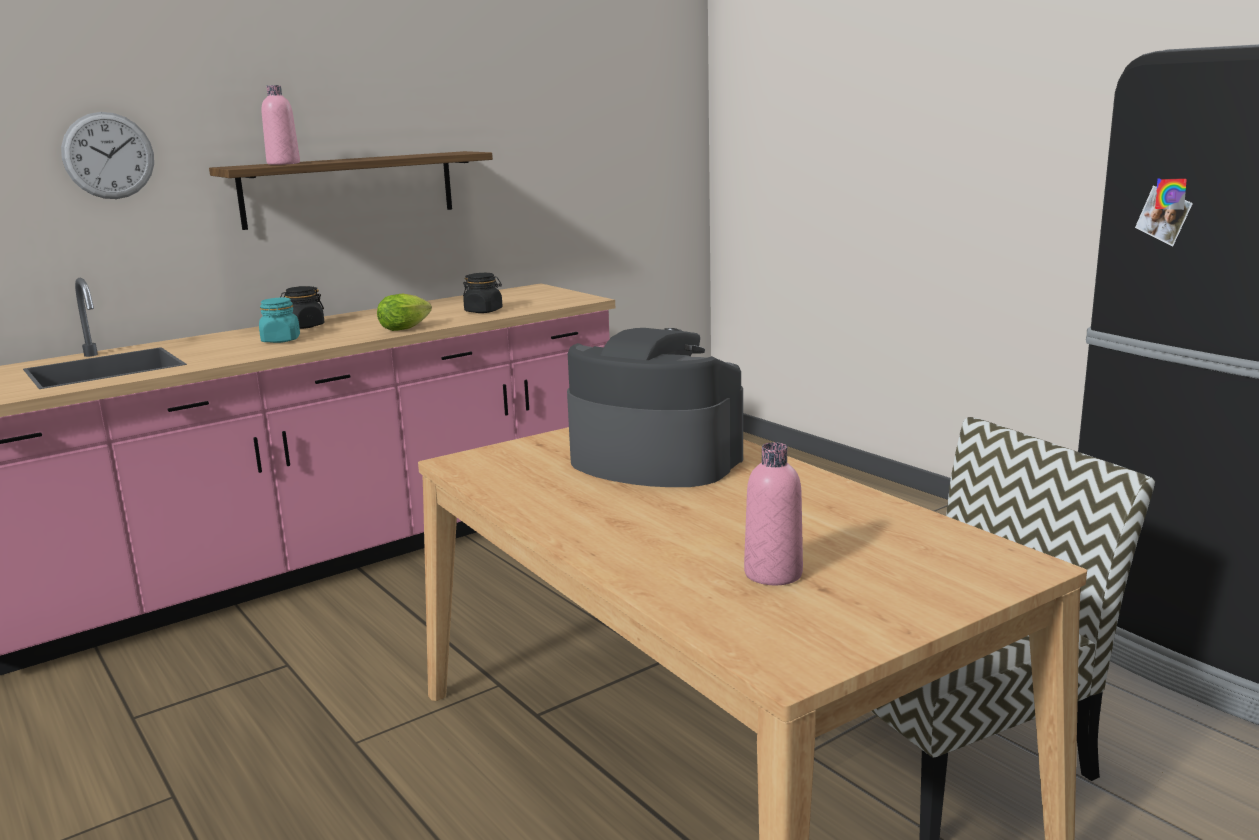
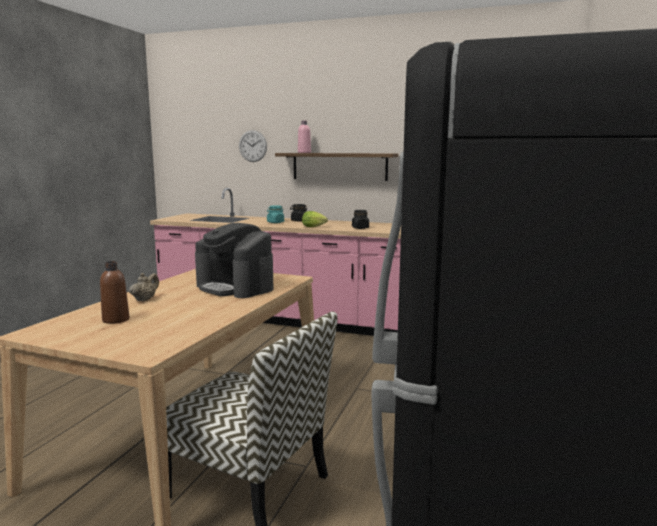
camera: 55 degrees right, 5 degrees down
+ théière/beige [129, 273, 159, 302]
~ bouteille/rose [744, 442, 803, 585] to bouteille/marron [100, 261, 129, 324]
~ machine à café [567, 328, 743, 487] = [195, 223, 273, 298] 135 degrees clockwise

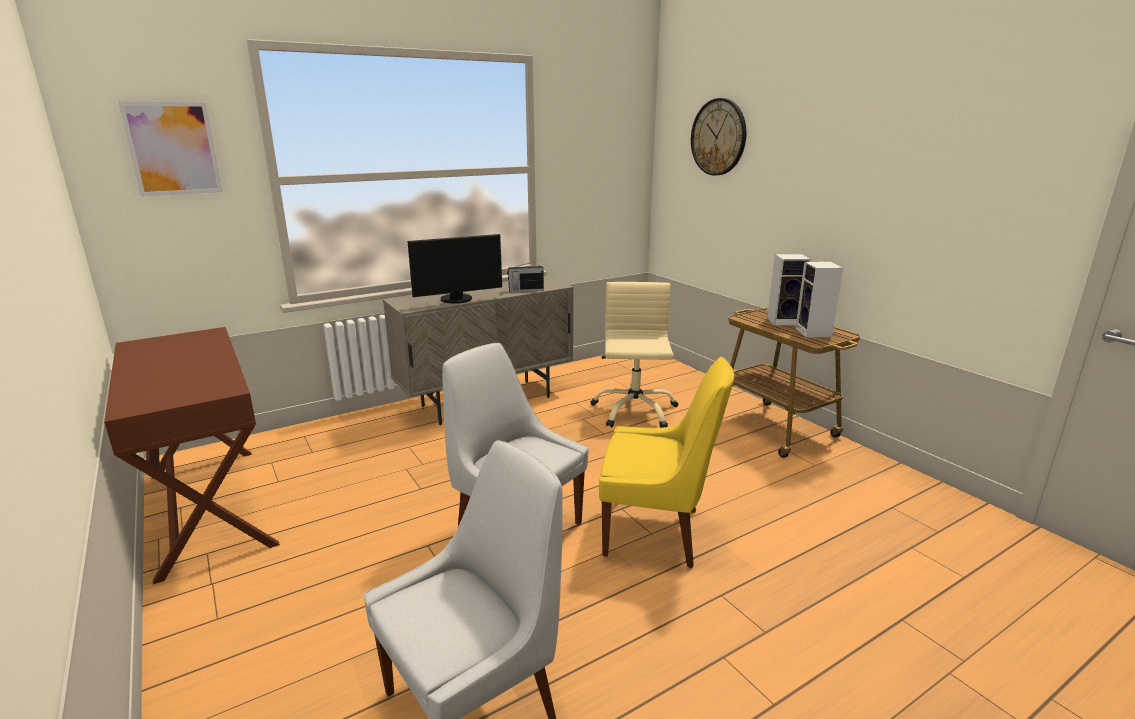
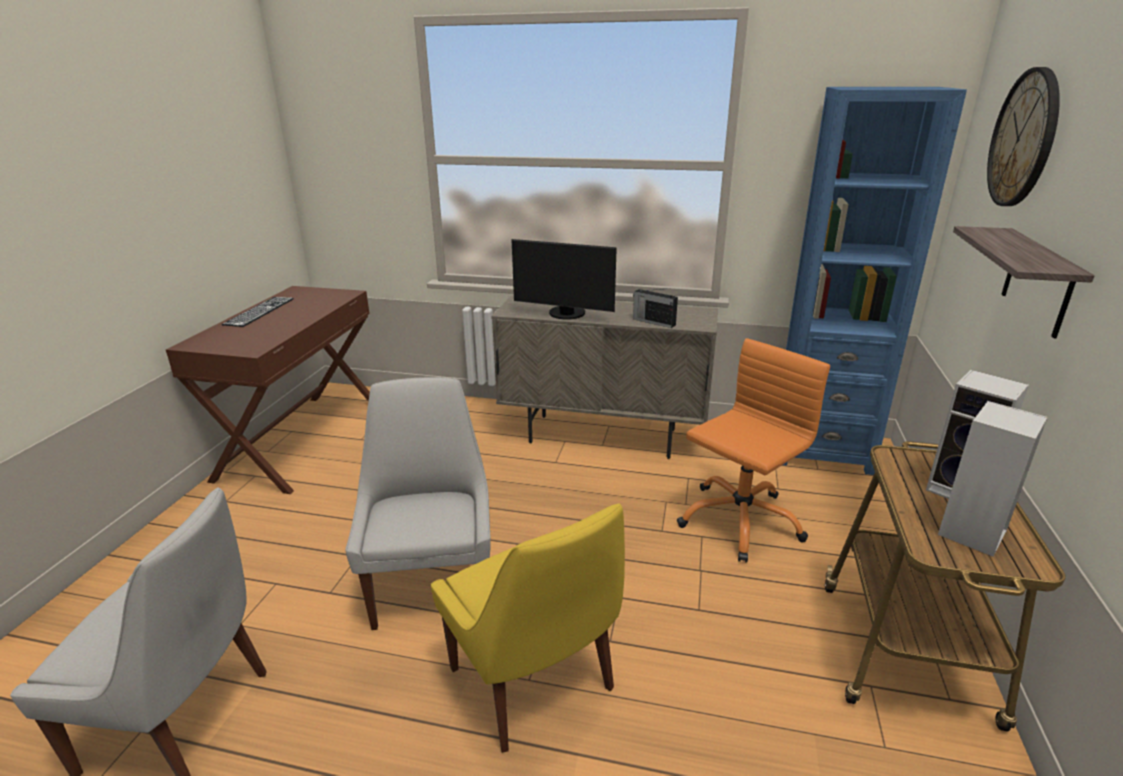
camera: 45 degrees right, 5 degrees up
- tableau [118, 101, 223, 196]
+ clavier [221, 297, 294, 327]
+ bibliothèque/bleu [783, 87, 967, 475]
+ étagère [953, 226, 1094, 338]
~ chaise de bureau/beige [591, 282, 678, 428] to chaise de bureau/orange [677, 338, 830, 562]

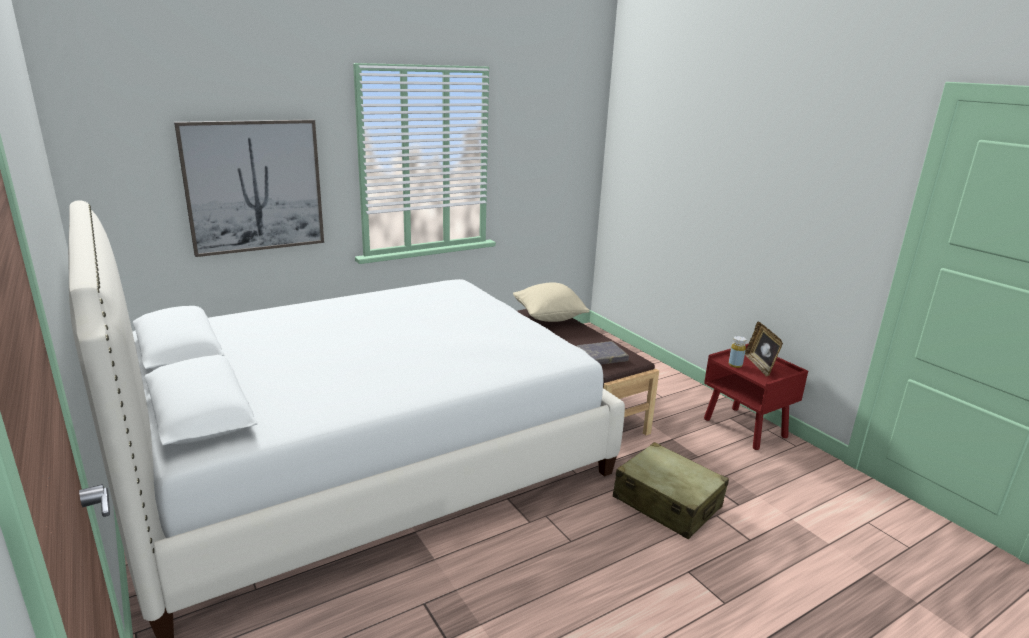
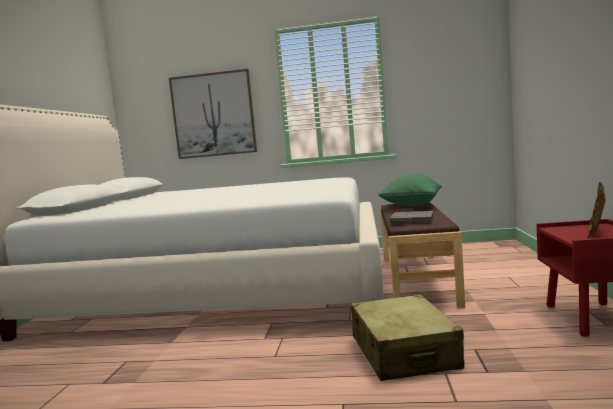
camera: 40 degrees right, 15 degrees down
- bouteille/jaune [729, 336, 746, 368]
~ coussin/beige [513, 283, 590, 322] to coussin/vert [378, 174, 442, 207]

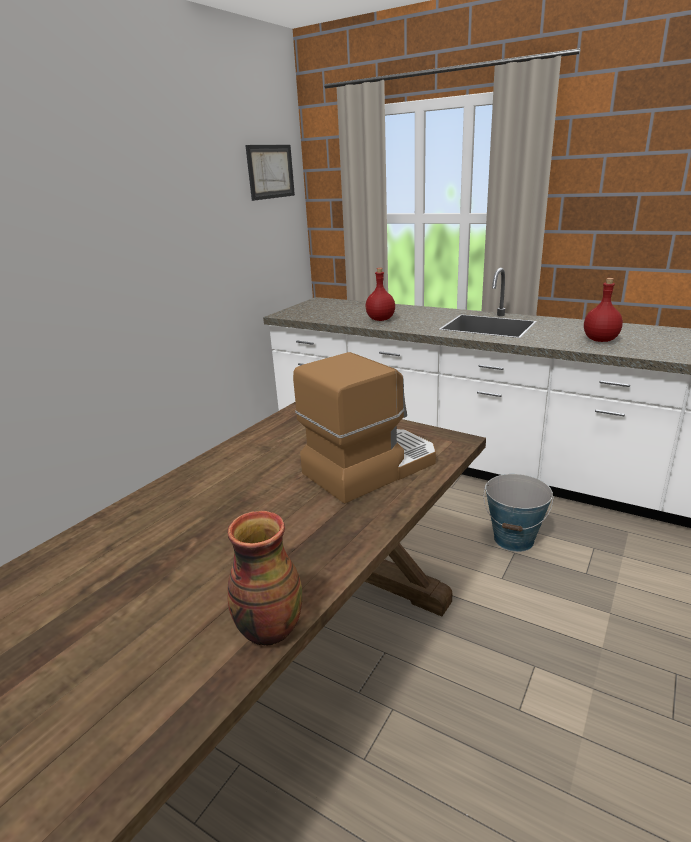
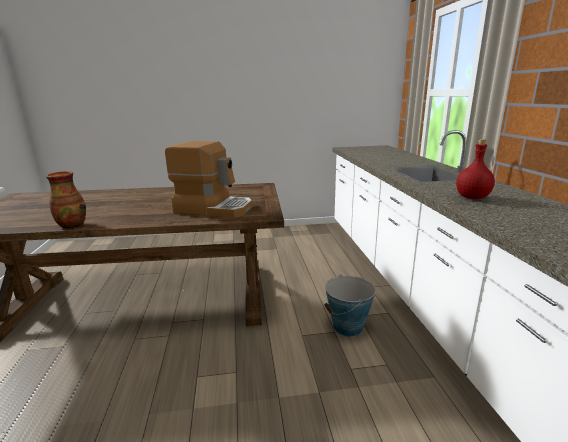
camera: 50 degrees right, 5 degrees down
- tableau [245, 145, 295, 201]
- bouteille/rouge [366, 268, 395, 321]

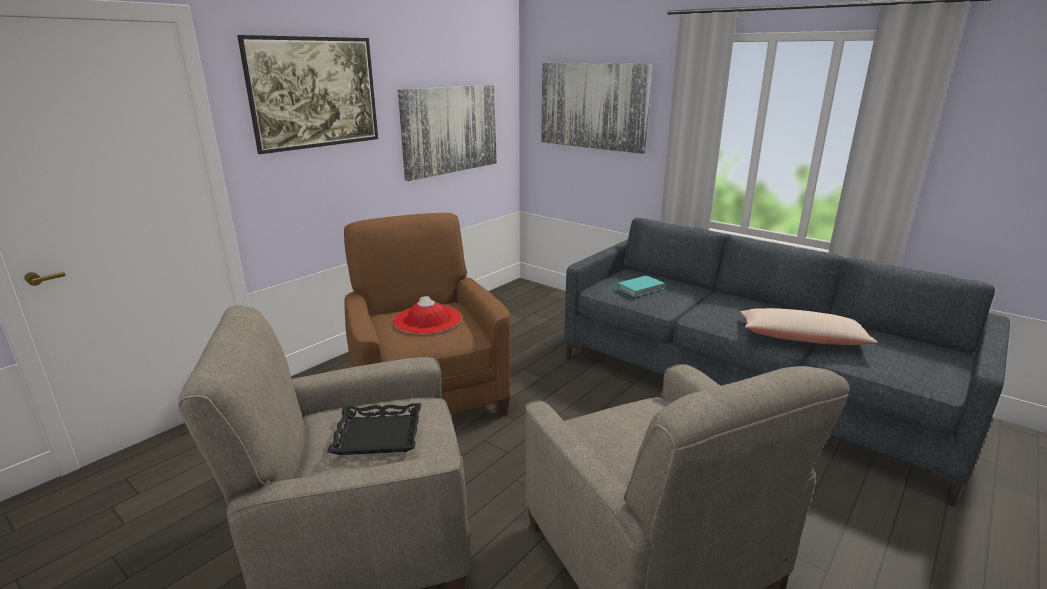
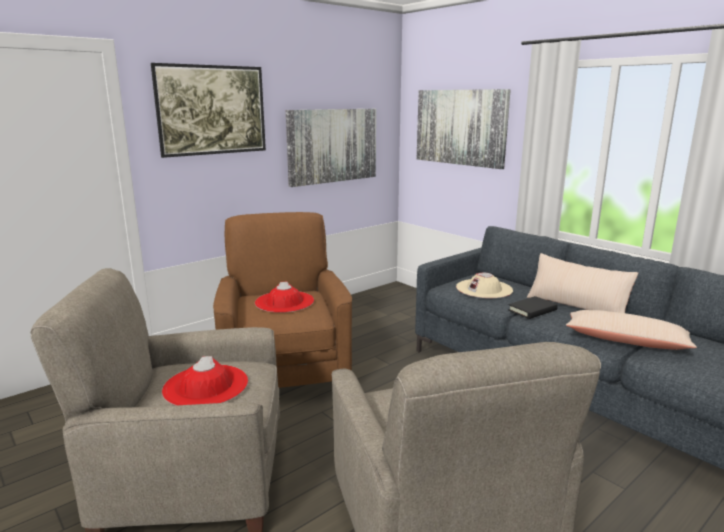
camera: 10 degrees right, 5 degrees down
+ livre/noir [508, 296, 558, 319]
+ coussin/beige [527, 253, 638, 313]
~ plateau/noir [327, 403, 421, 455] to chapeau/rouge [162, 356, 248, 406]
~ livre/turquoise [616, 275, 665, 297] to chapeau/beige [456, 272, 513, 298]

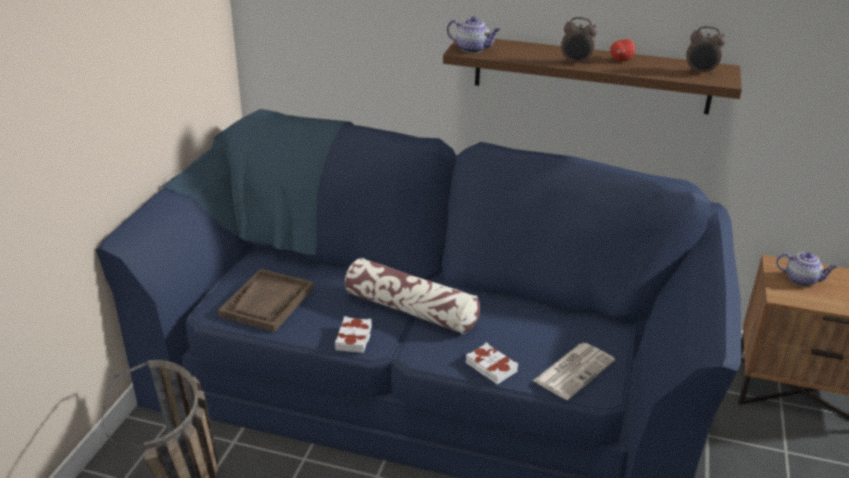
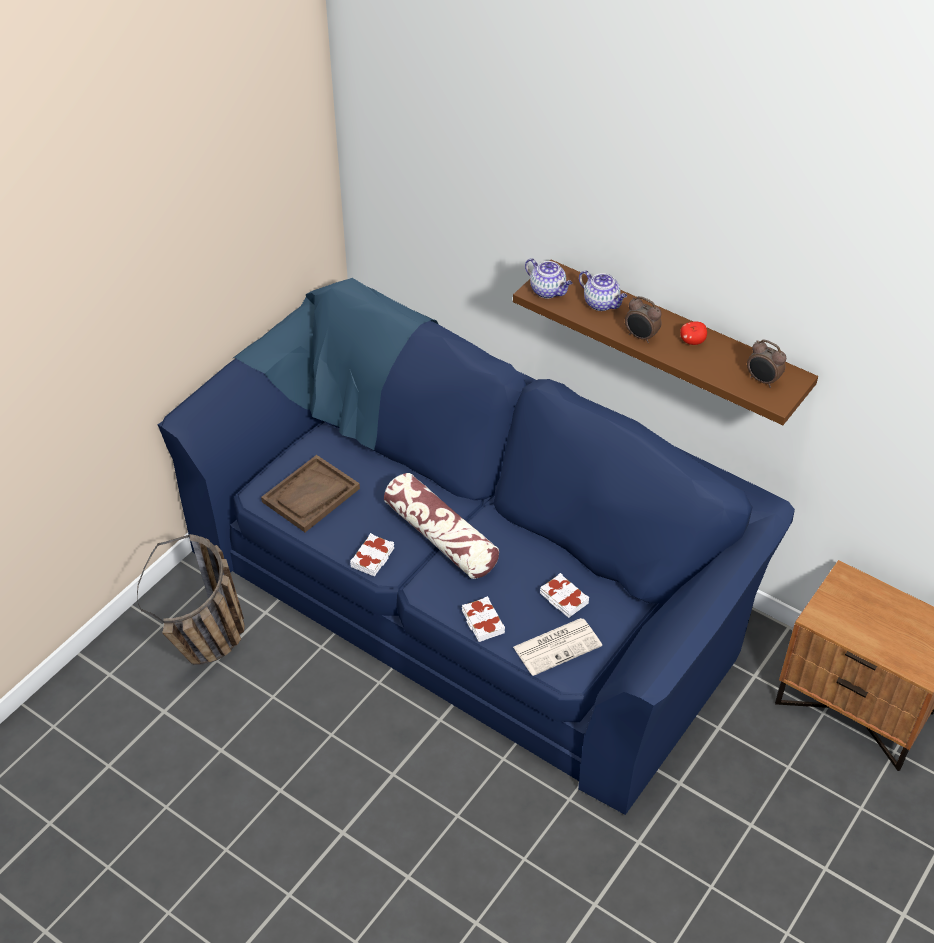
camera: 20 degrees right, 15 degrees up
+ livre/blanc [540, 573, 590, 618]
~ théière [776, 252, 837, 286] to [579, 270, 627, 311]

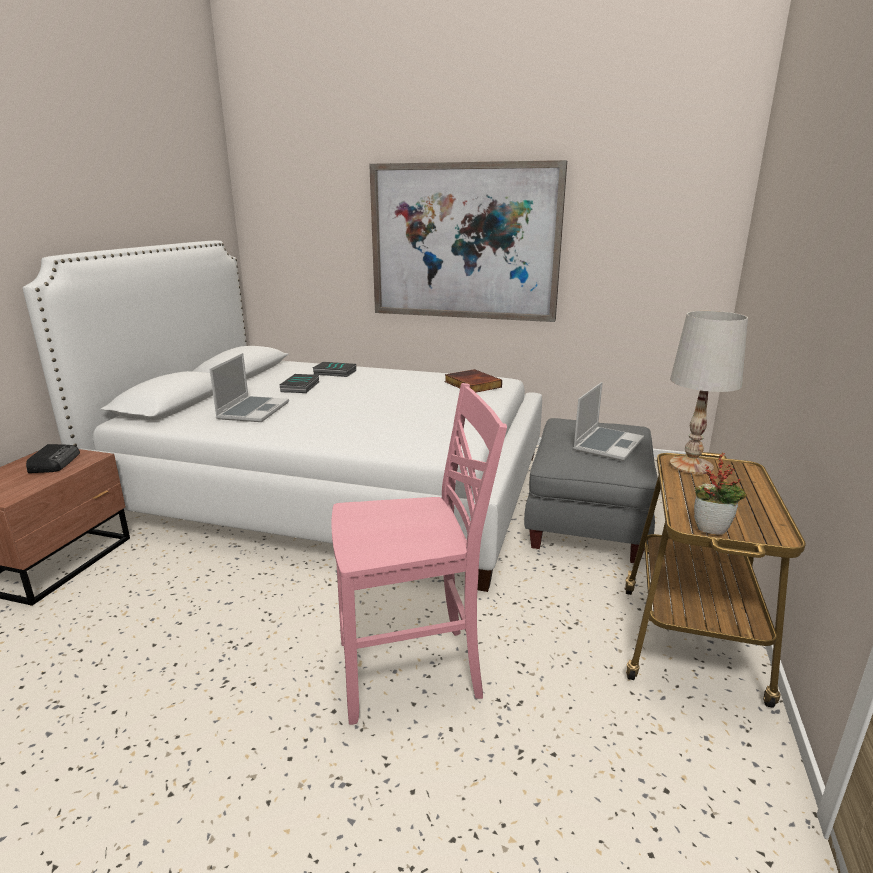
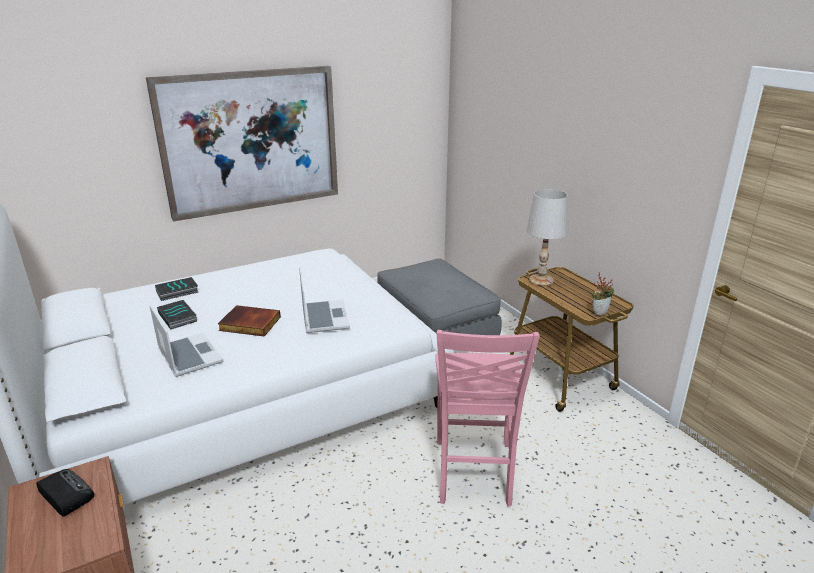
camera: 45 degrees left, 5 degrees up
~ livre [445, 369, 502, 392] to [218, 305, 281, 337]
~ ordinateur portable [573, 382, 644, 461] to [299, 267, 350, 333]
~ chaise/rose [331, 383, 507, 725] = [436, 330, 540, 507] 150 degrees clockwise

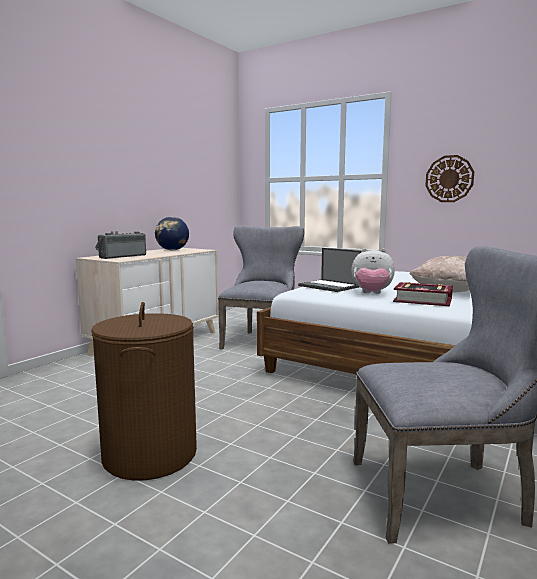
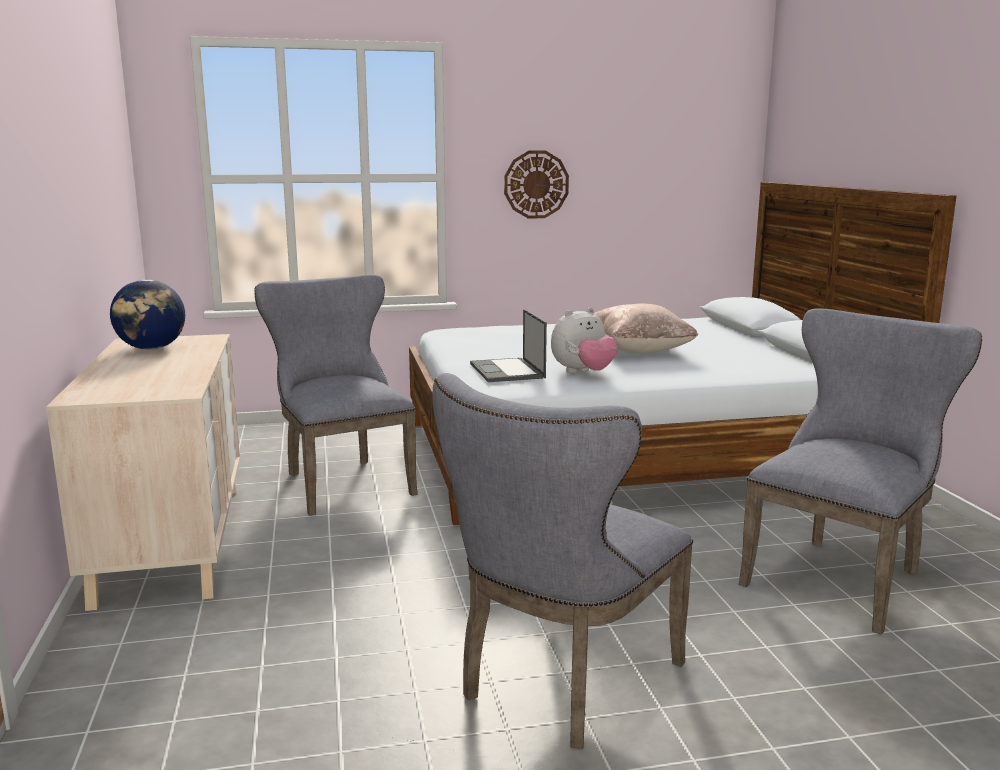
camera: 45 degrees left, 5 degrees up
- radio [95, 231, 146, 259]
- livre [393, 282, 453, 306]
~ panier à linge/marron [91, 302, 197, 481] to chaise/gris [433, 373, 693, 749]
~ ordinateur portable [298, 248, 361, 292] = [470, 309, 547, 382] 75 degrees clockwise

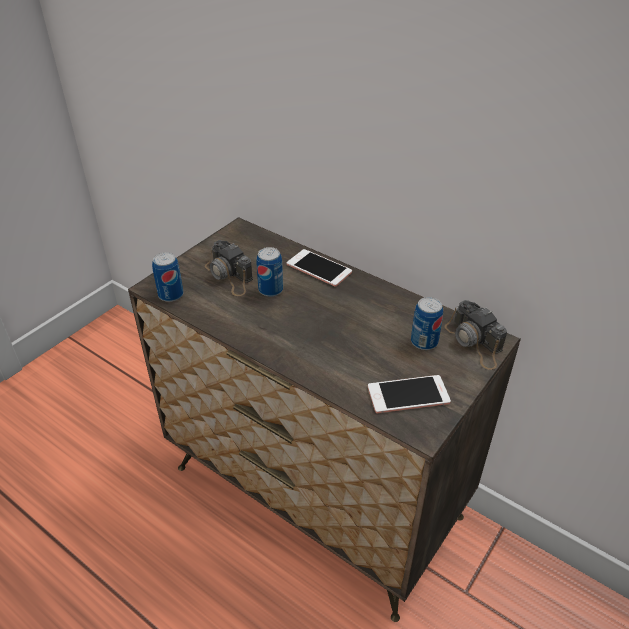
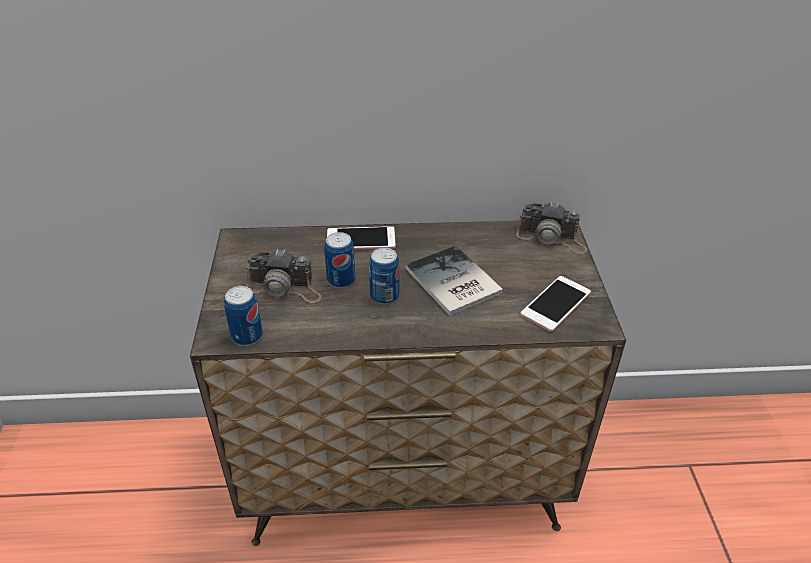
camera: 40 degrees left, 0 degrees up
+ livre [406, 246, 503, 316]
~ boîte métallique [411, 297, 443, 350] to [369, 247, 399, 305]

